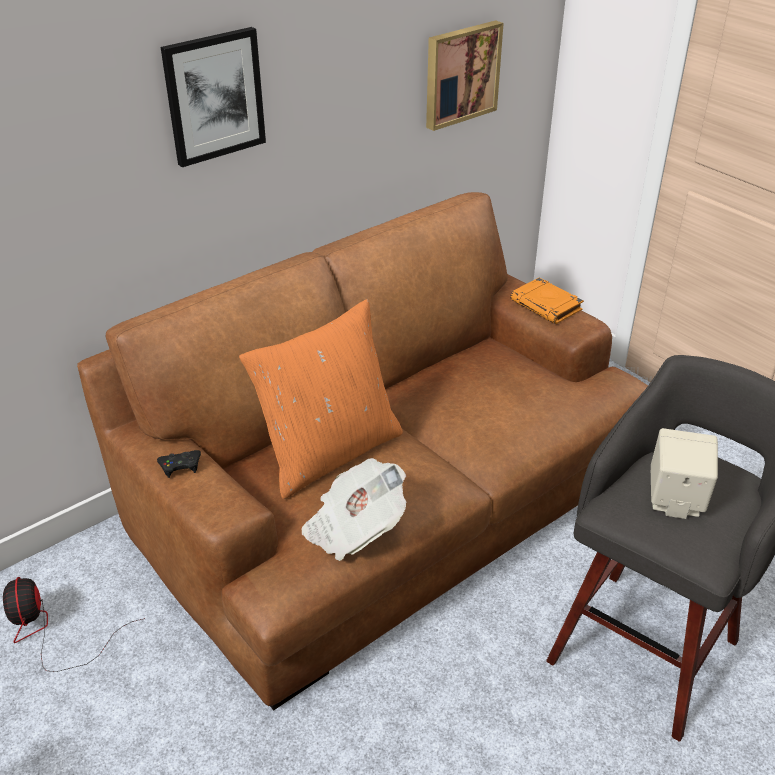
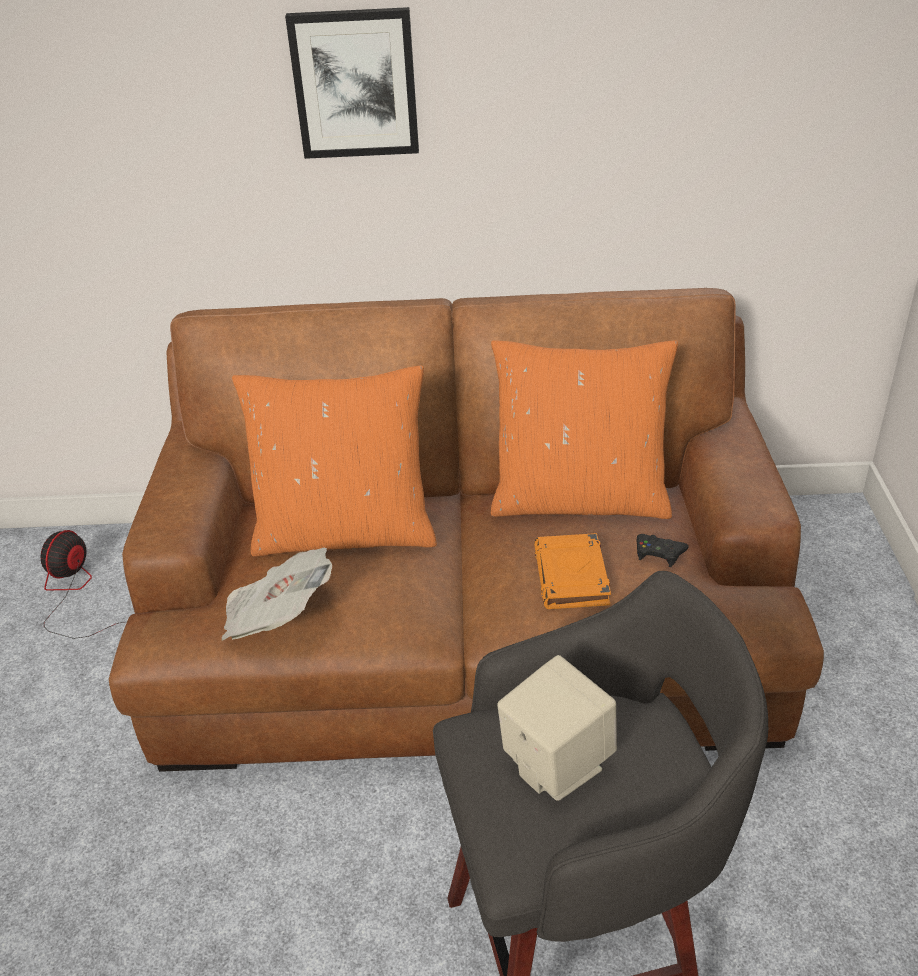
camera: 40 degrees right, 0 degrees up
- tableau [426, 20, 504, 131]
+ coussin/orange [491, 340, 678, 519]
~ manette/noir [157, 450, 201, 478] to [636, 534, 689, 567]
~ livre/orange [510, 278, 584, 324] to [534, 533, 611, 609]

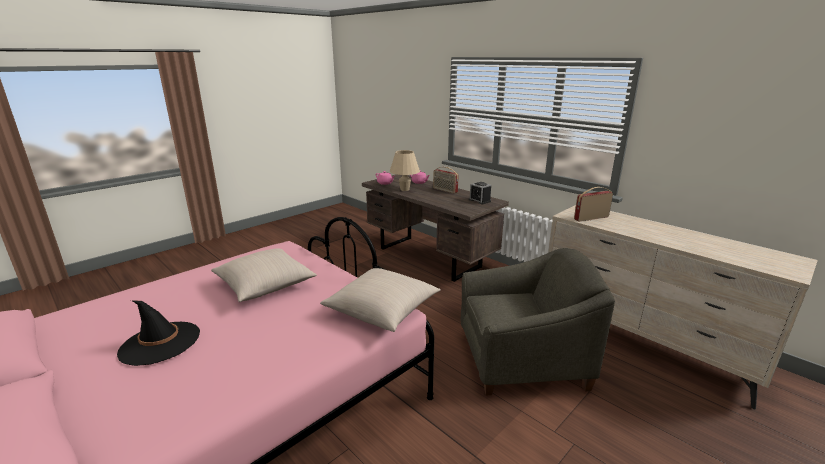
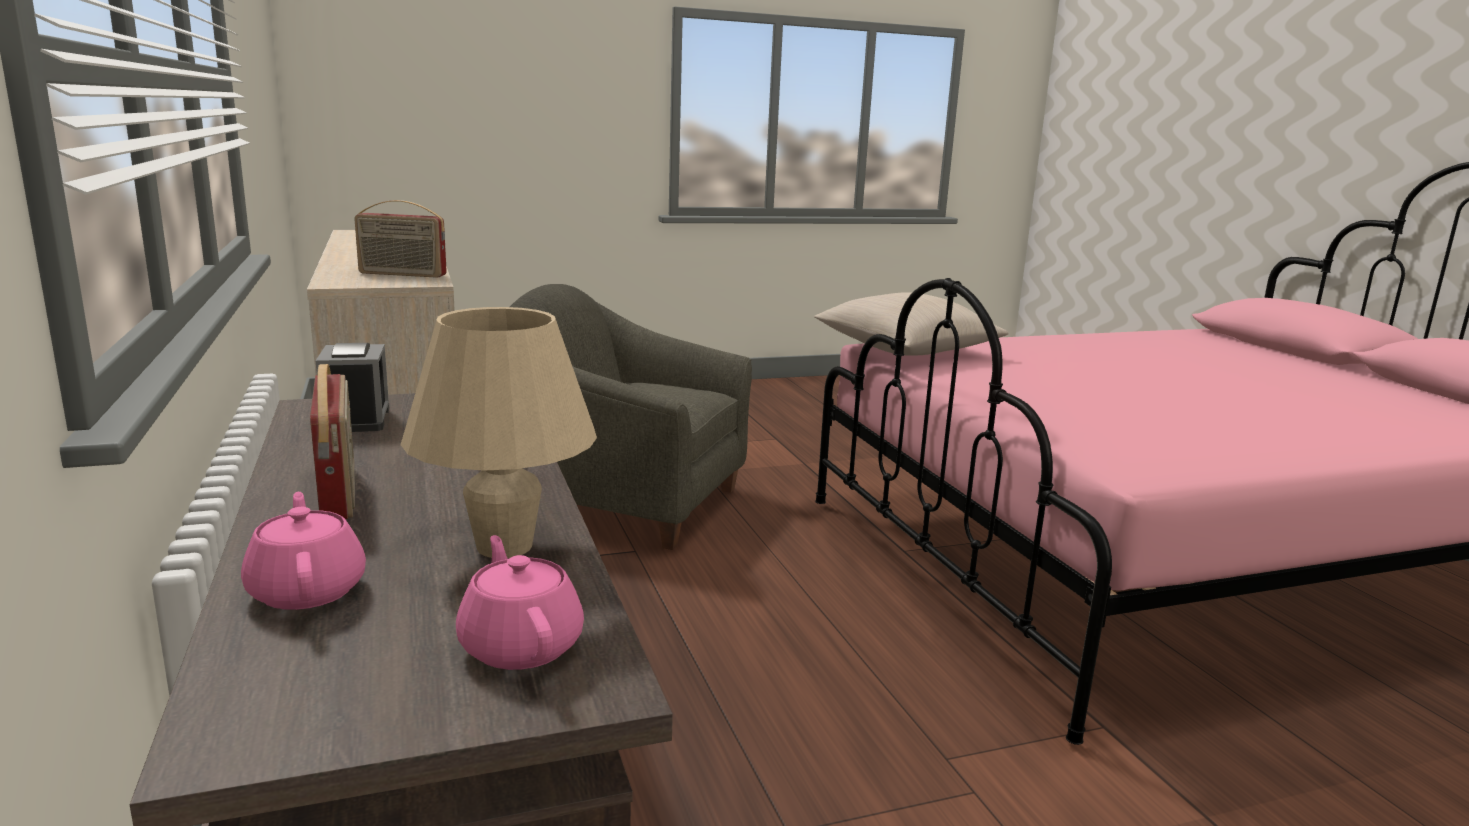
camera: 155 degrees left, 5 degrees down
- chapeau/noir [117, 300, 200, 366]
- coussin/beige [211, 248, 317, 302]

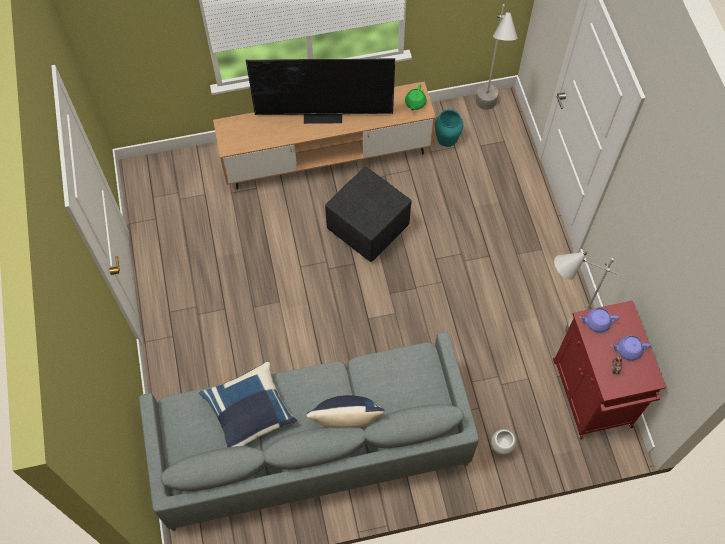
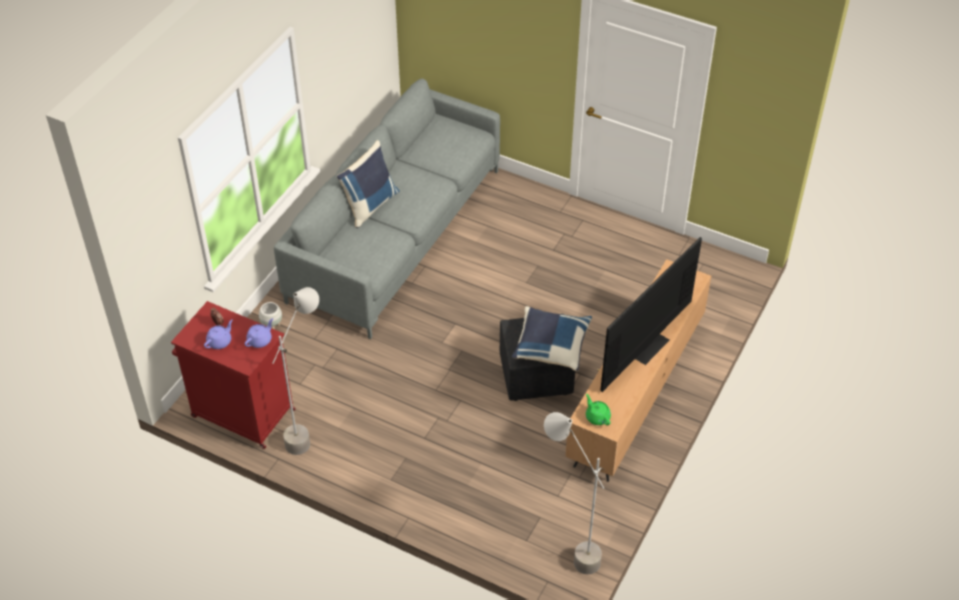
camera: 130 degrees right, 15 degrees down
- vase/turquoise [435, 109, 463, 147]
~ coussin/bleu [199, 361, 297, 447] to [512, 306, 592, 371]

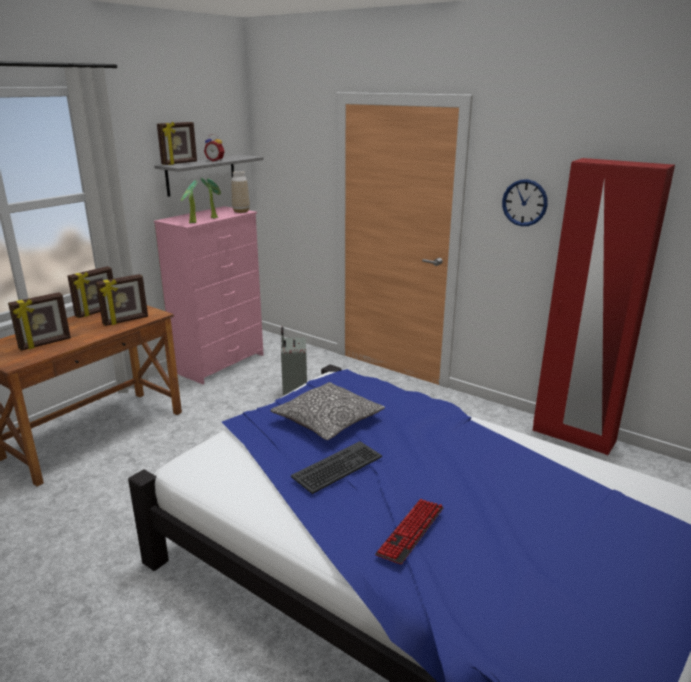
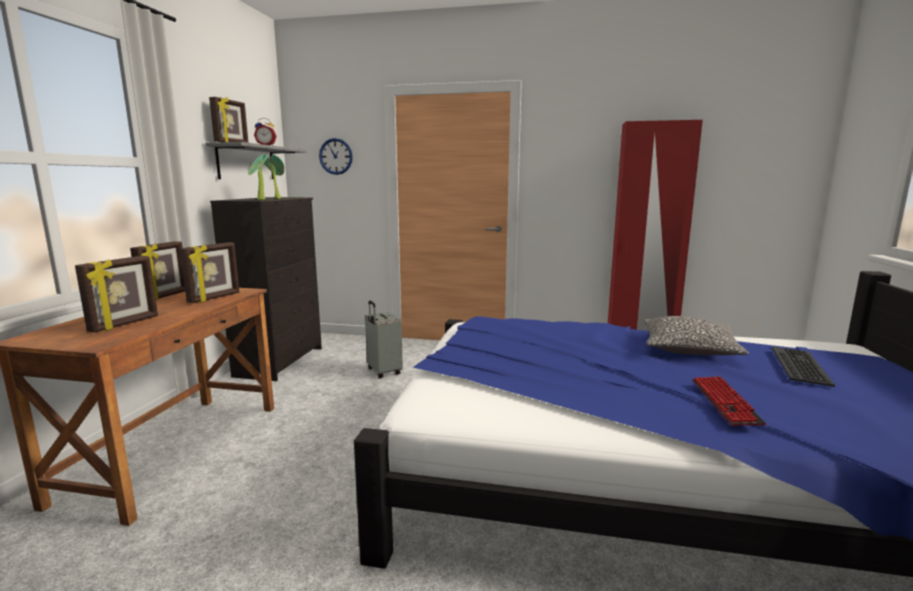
camera: 25 degrees left, 10 degrees down
- vase [231, 171, 250, 213]
~ coussin [271, 382, 385, 440] to [643, 316, 749, 355]
~ clavier [291, 441, 382, 494] to [772, 346, 835, 387]
~ horloge murale [502, 179, 548, 226] to [319, 138, 353, 175]
~ commode/rose [154, 206, 264, 384] to commode/noir [210, 197, 322, 381]

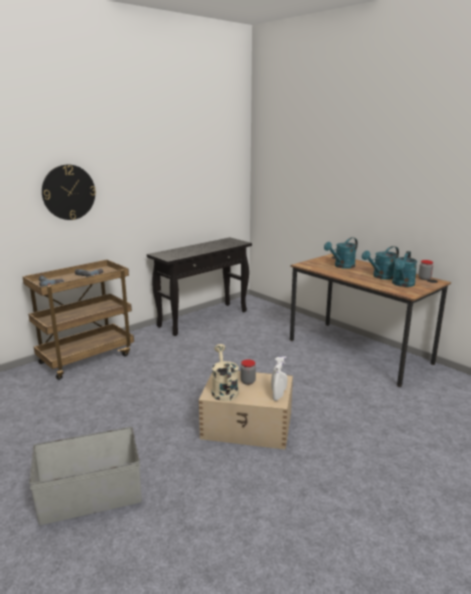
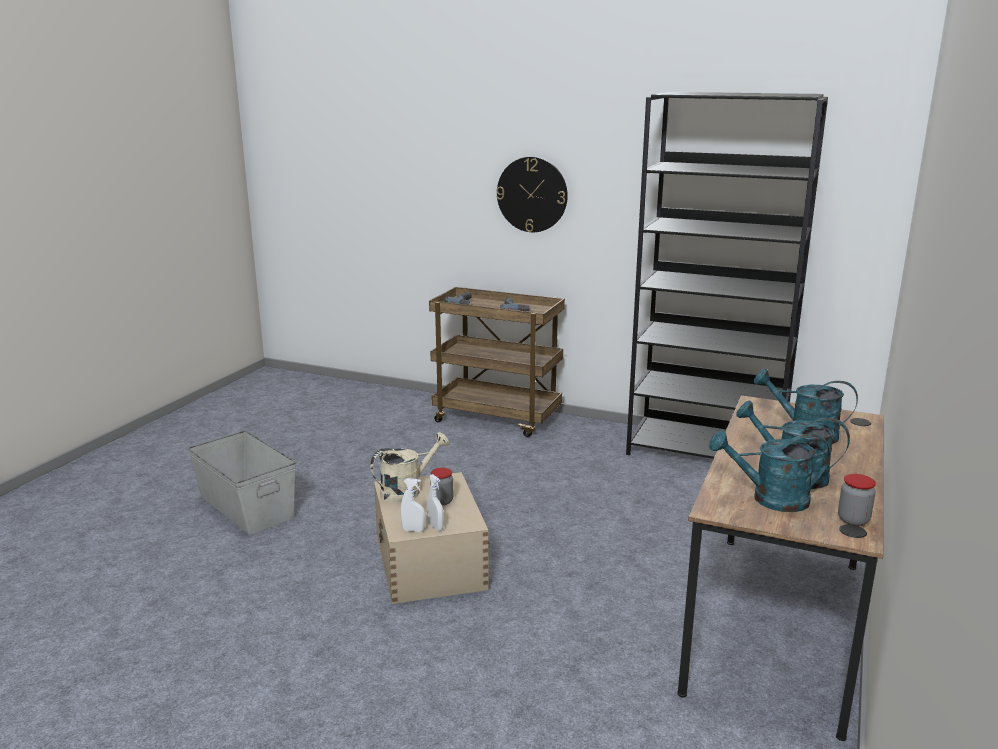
camera: 65 degrees right, 0 degrees up
~ table console/noir [147, 237, 252, 336] to bibliothèque/noir [626, 92, 828, 459]

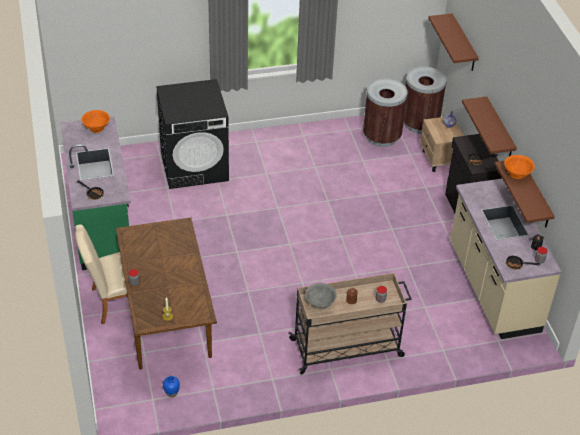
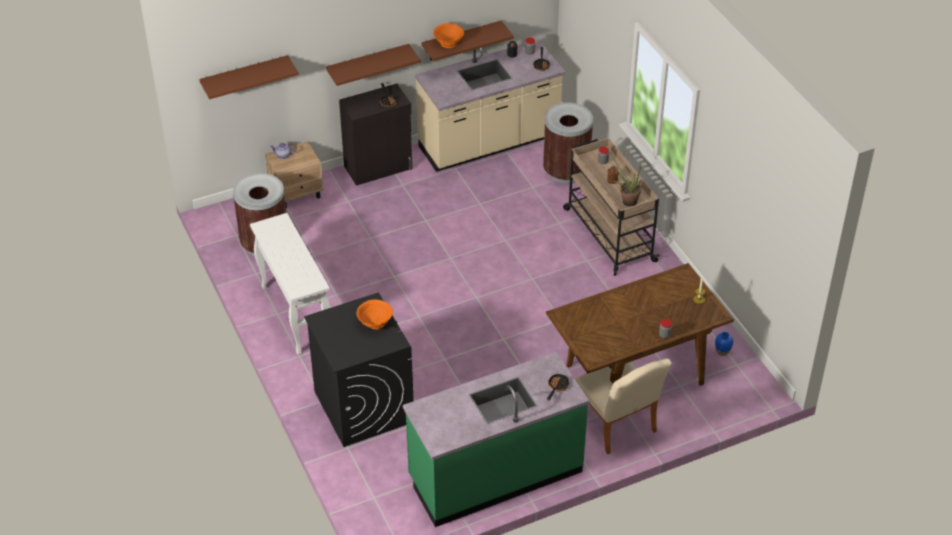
camera: 100 degrees left, 0 degrees up
+ table console/blanc [250, 213, 331, 355]
~ bol/orange [81, 110, 110, 133] to [356, 300, 393, 330]
~ poubelle/marron [404, 66, 447, 134] to [543, 103, 593, 184]
~ bol/gris [305, 283, 337, 309] to plante en pot [609, 152, 642, 206]

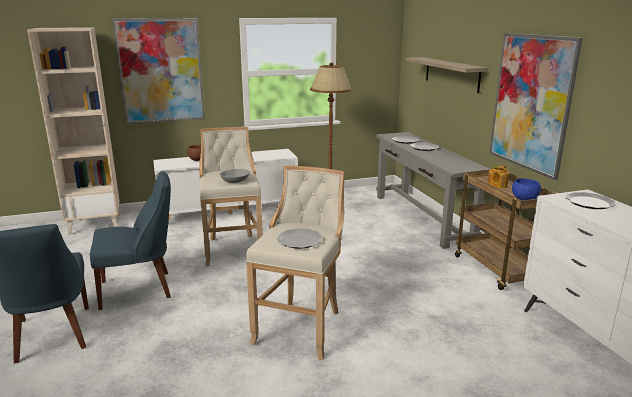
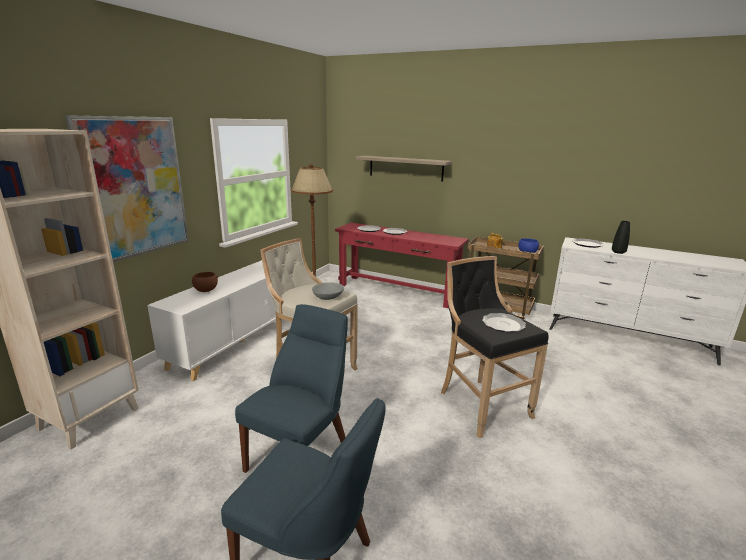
camera: 45 degrees left, 0 degrees up
- tableau [490, 33, 583, 180]
+ vase/noir [612, 221, 630, 254]
~ tabouret/beige [246, 166, 345, 360] to tabouret/noir [441, 256, 549, 438]
~ table console/gris [376, 132, 489, 249] to table console/rouge [335, 223, 468, 308]

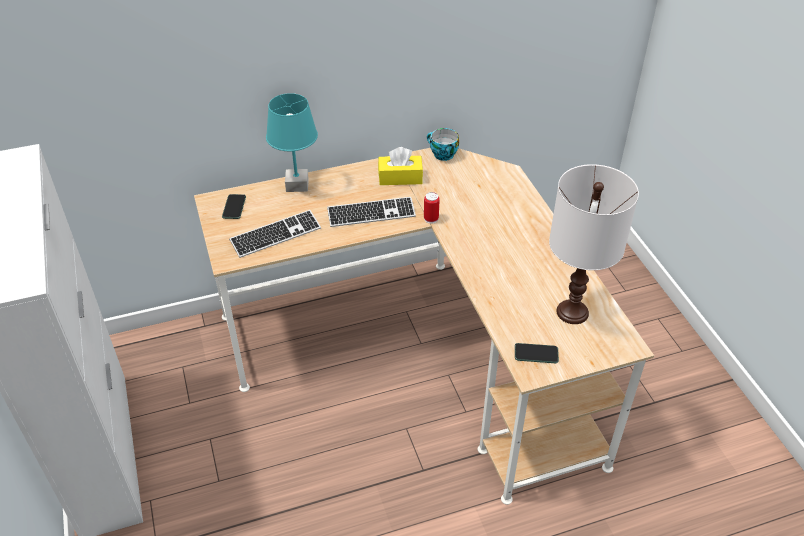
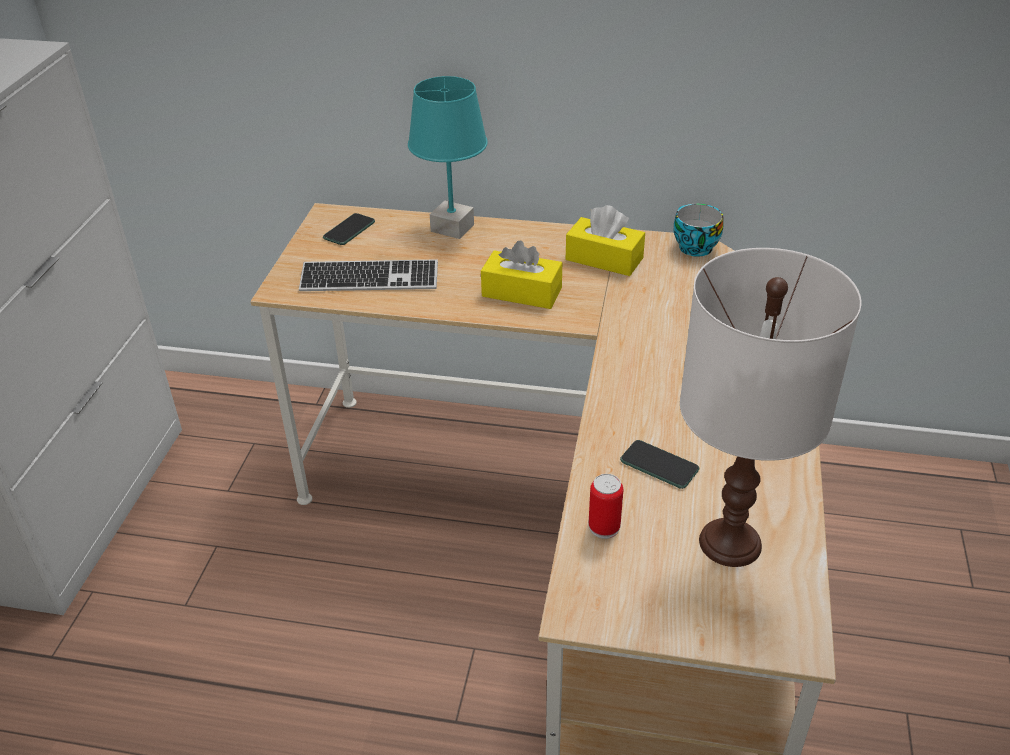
camera: 30 degrees right, 5 degrees down
~ boîte métallique [424, 192, 440, 224] to [589, 474, 623, 539]
~ téléphone [515, 343, 559, 363] to [620, 440, 699, 489]
~ clavier [327, 197, 416, 227] to boîte à mouchoirs/jaune [481, 240, 562, 309]

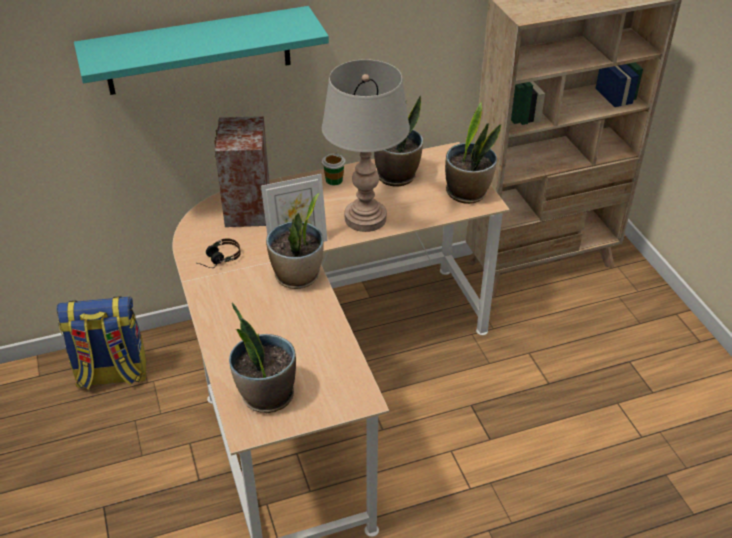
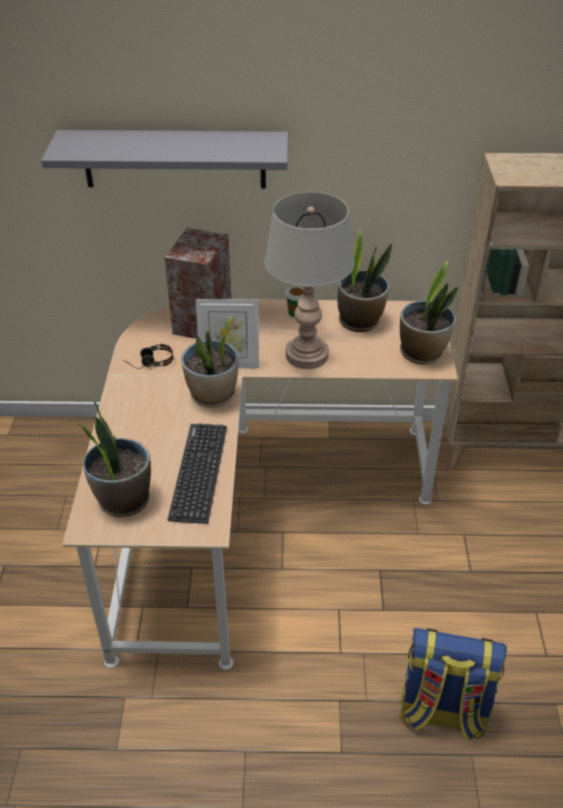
camera: 20 degrees right, 0 degrees up
+ clavier [168, 423, 227, 524]
~ sac à dos [57, 296, 146, 390] to [399, 628, 507, 741]
~ étagère/turquoise [74, 6, 329, 95] to étagère/gris [41, 130, 288, 189]

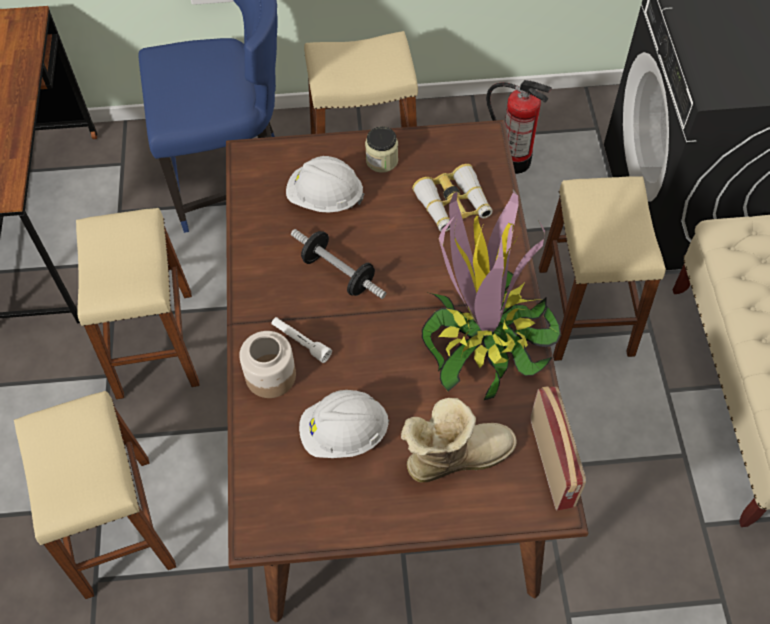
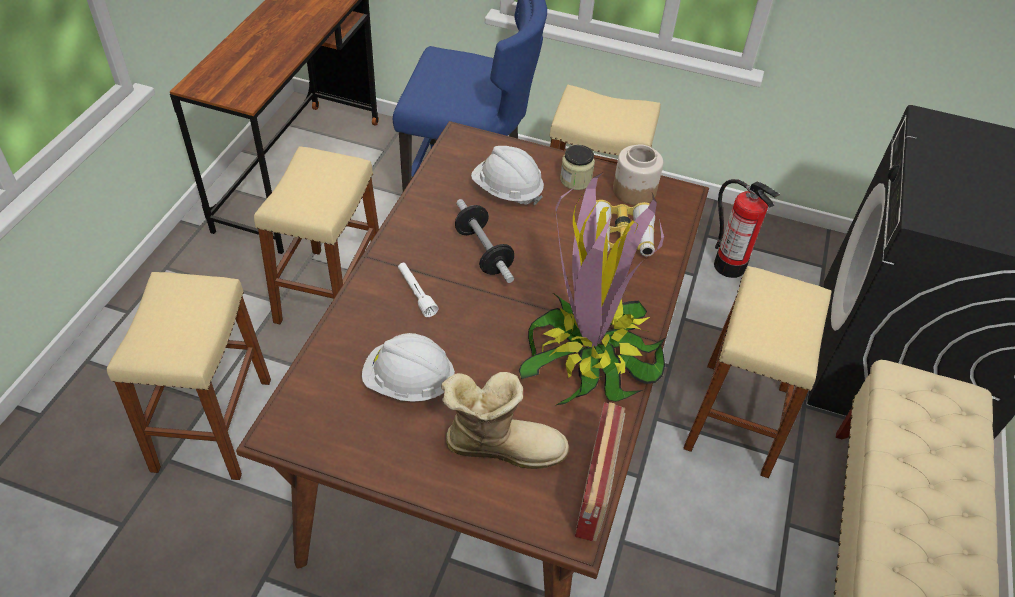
camera: 20 degrees right, 10 degrees down
~ bocal [239, 331, 296, 398] to [613, 144, 663, 205]

